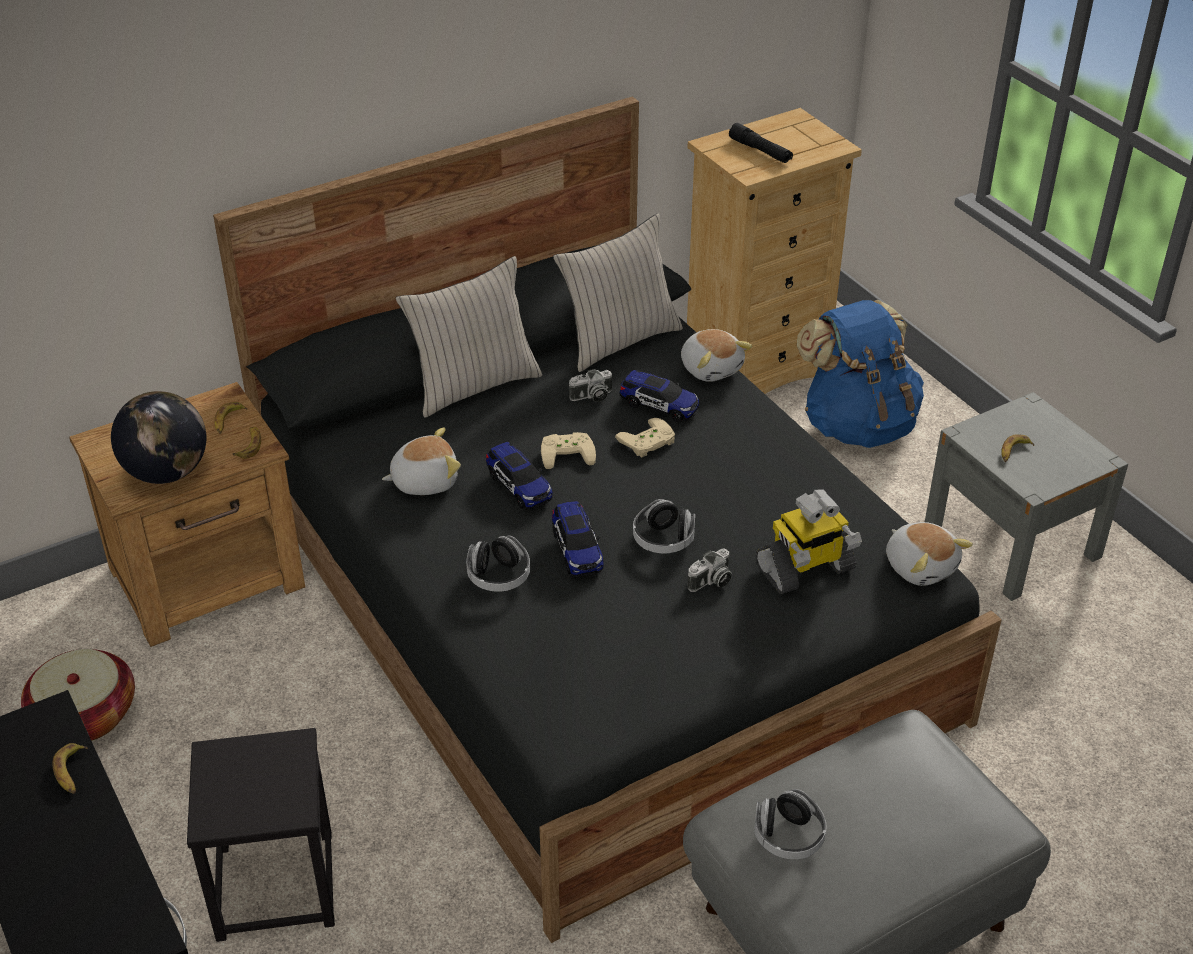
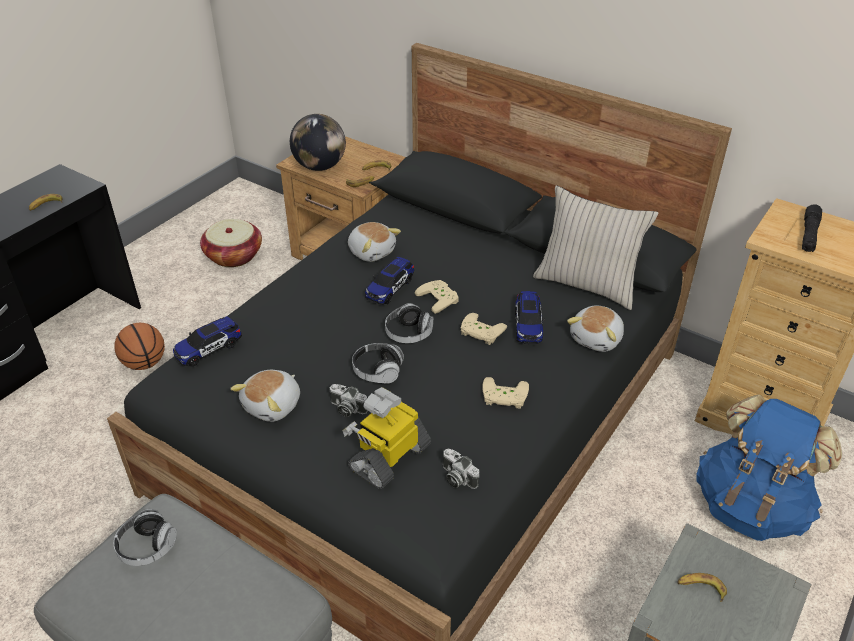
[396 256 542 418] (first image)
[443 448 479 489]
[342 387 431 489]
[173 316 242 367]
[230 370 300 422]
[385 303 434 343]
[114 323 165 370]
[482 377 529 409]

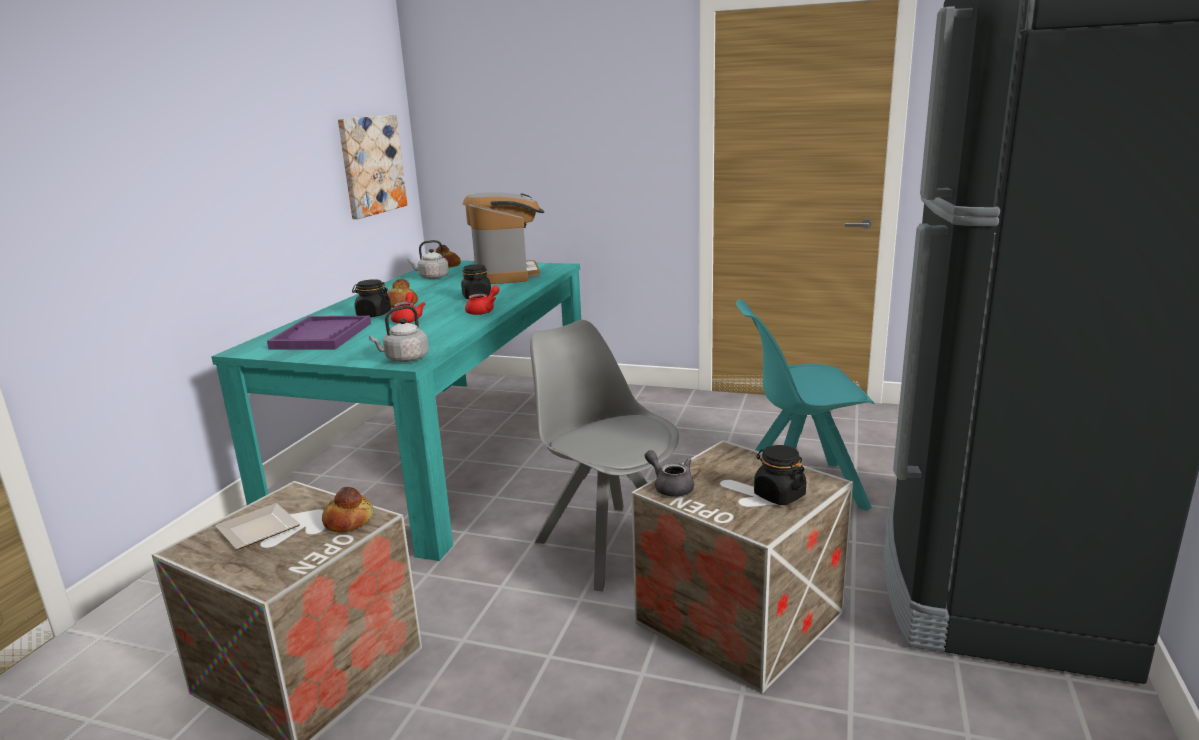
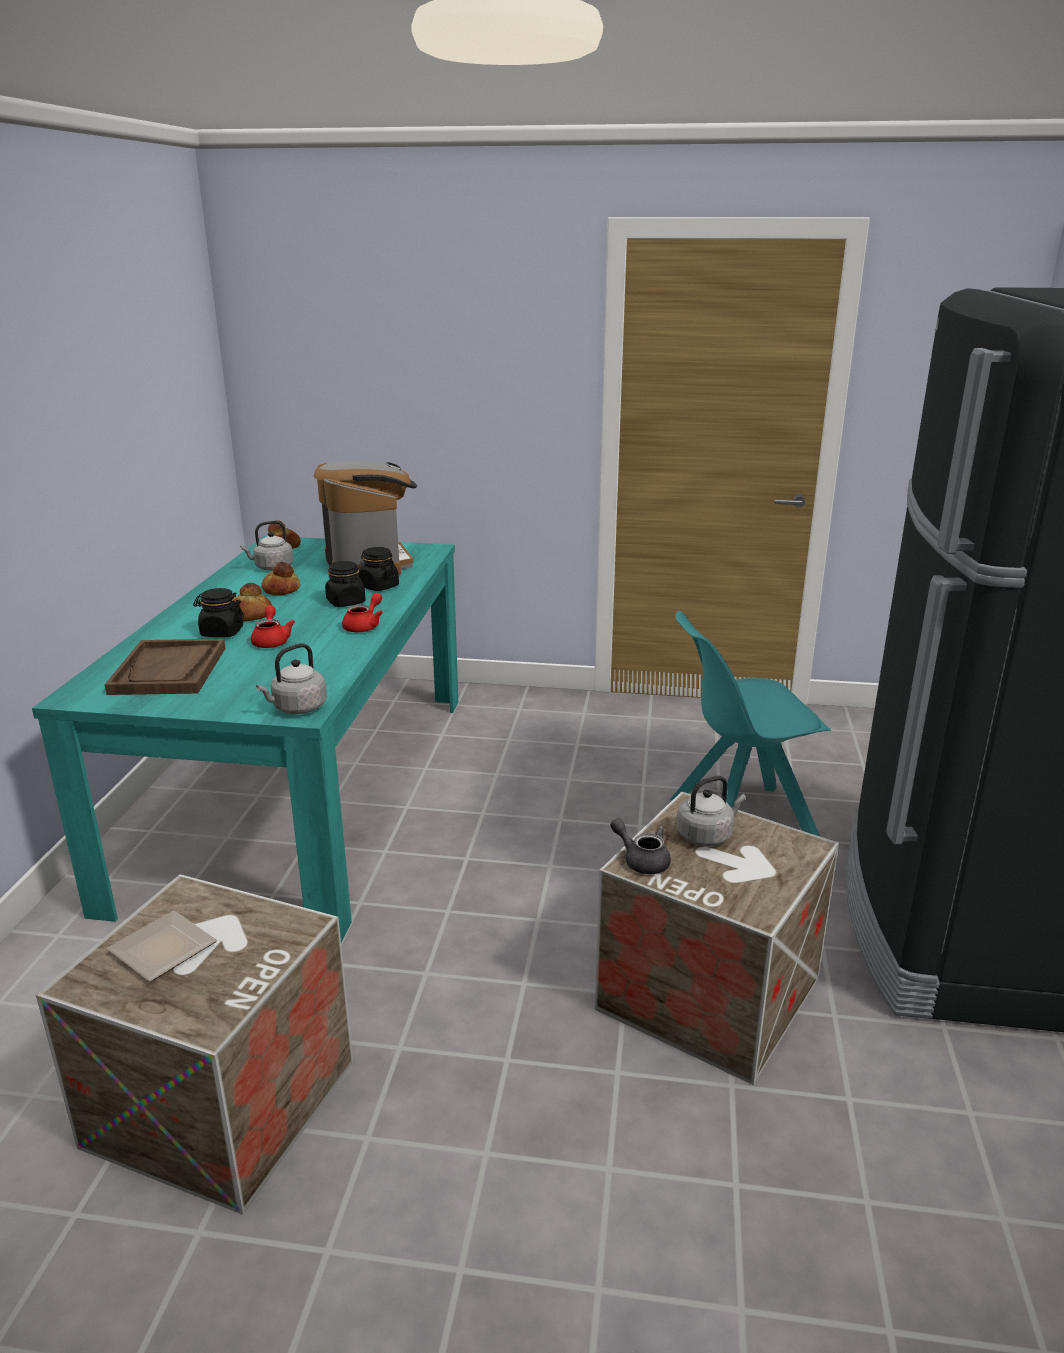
[338 115 407 219] (first image)
[104 639 226 695]
[530 320 679 591] (first image)
[359 547 399 591]
[261 562 300 595]
[676 776 746 846]

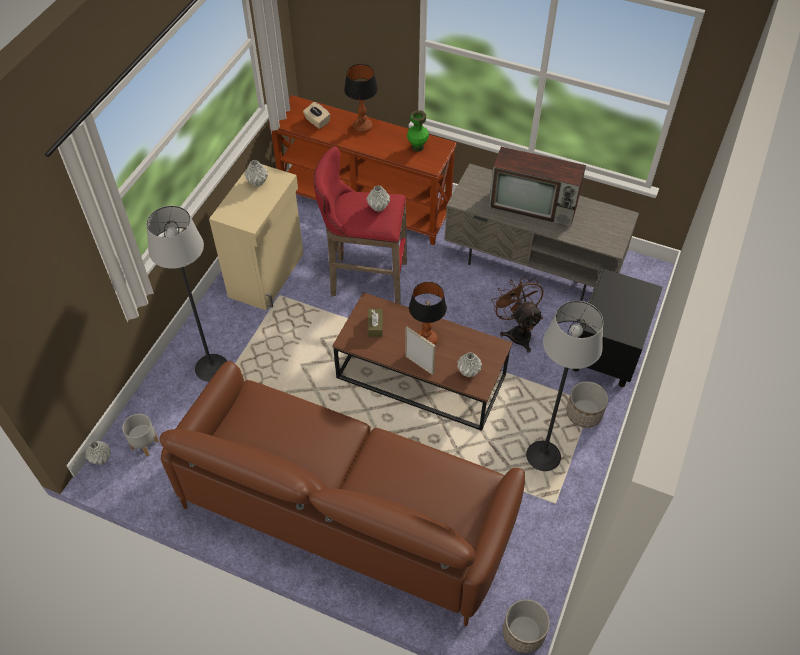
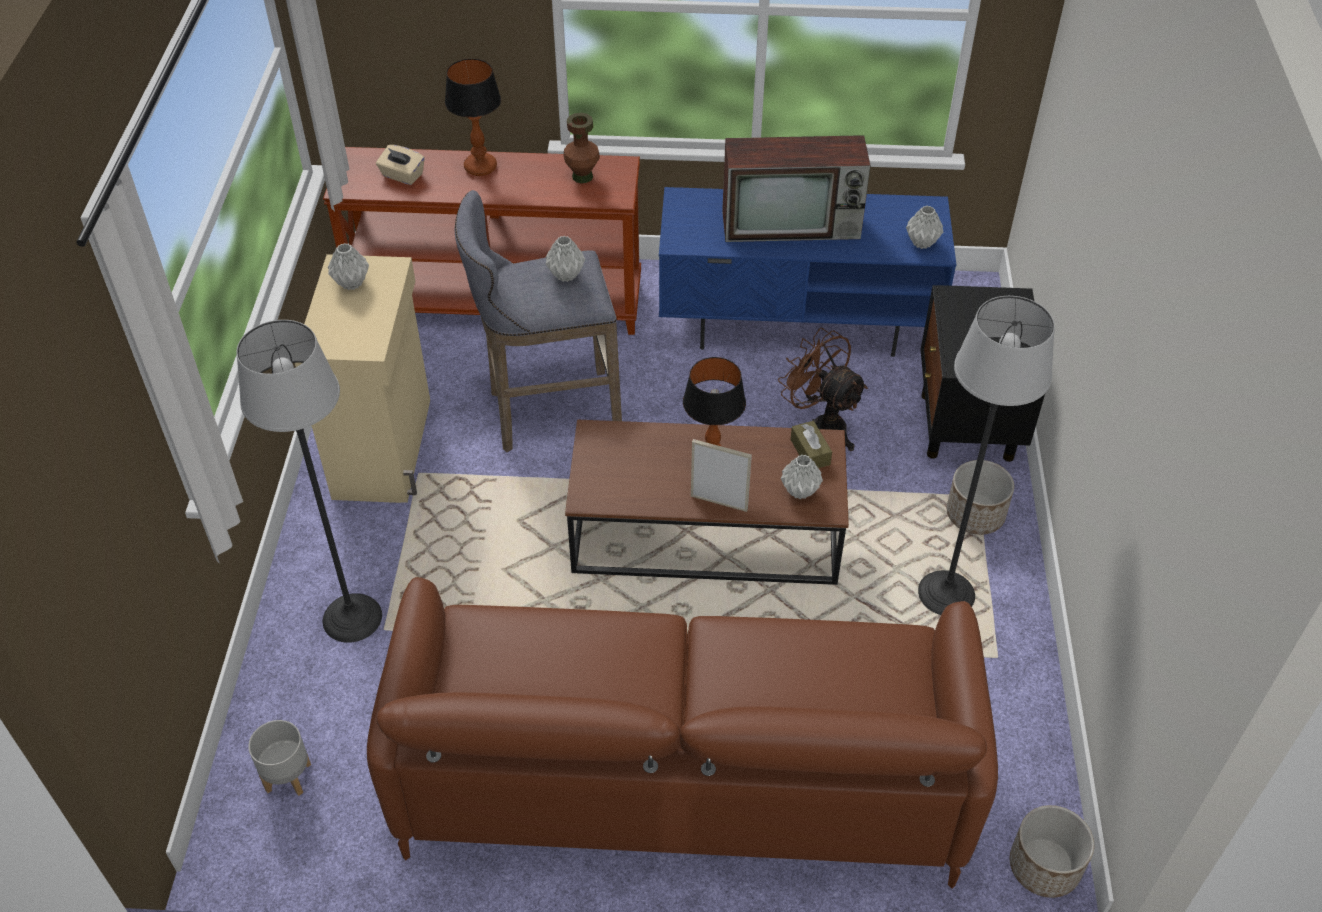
[564 113 600 183]
[455 190 622 452]
[659 187 956 357]
[790 421 832 468]
[906 206 943 249]

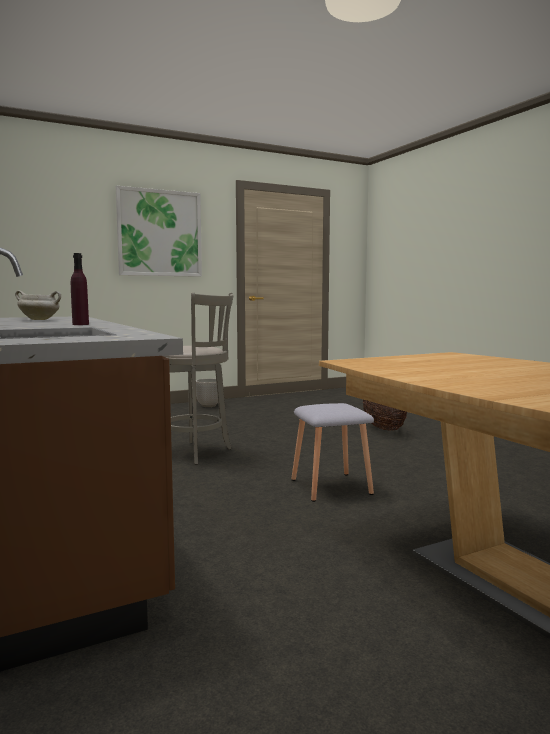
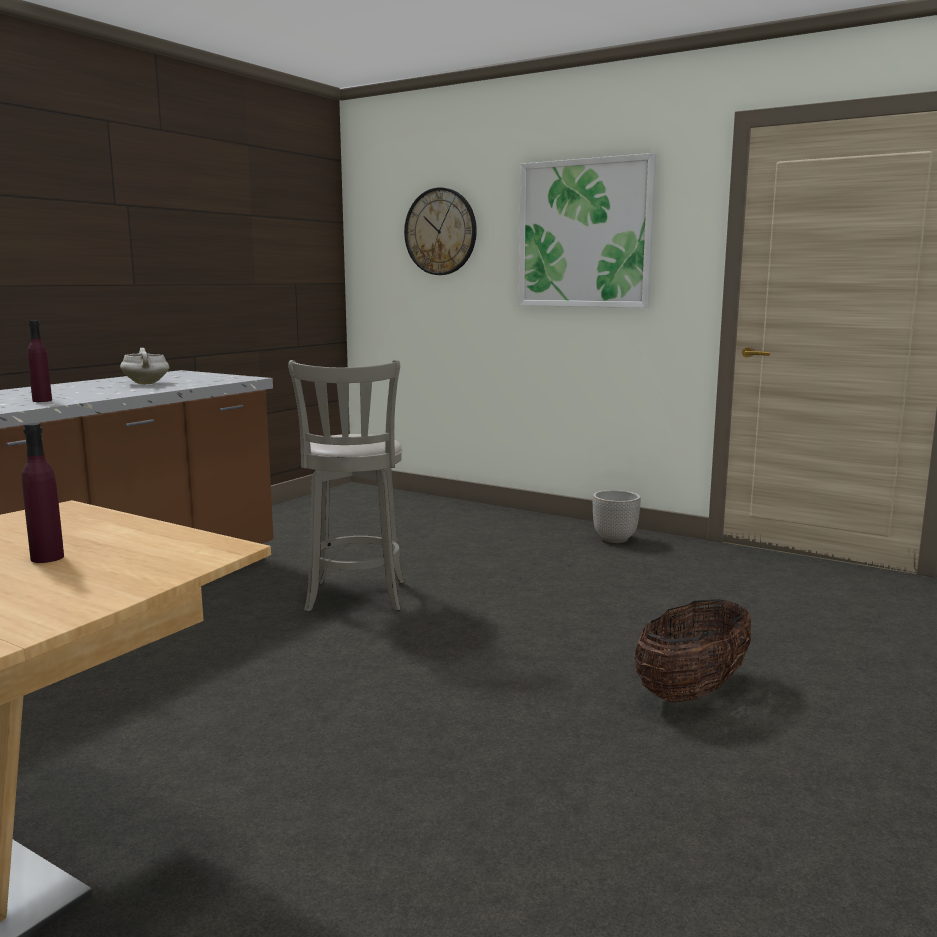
[291 403 374 502] (first image)
[404 187 477 275]
[22 423 64 563]

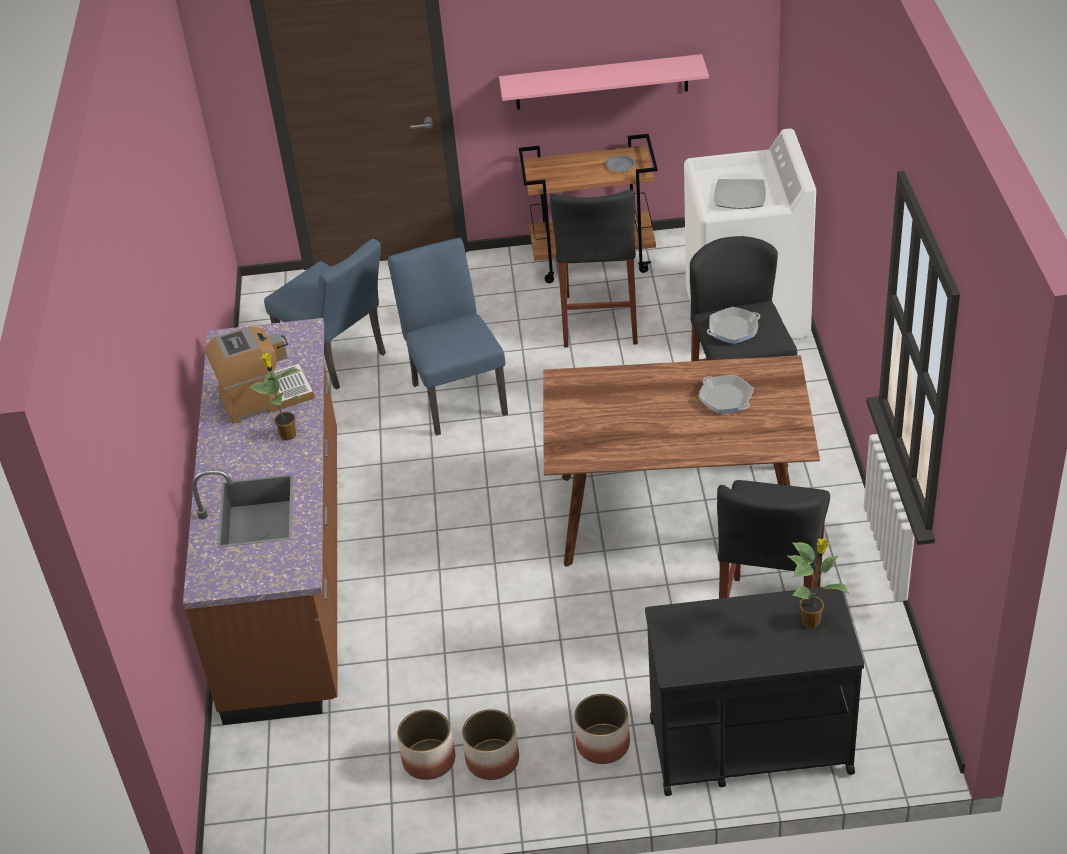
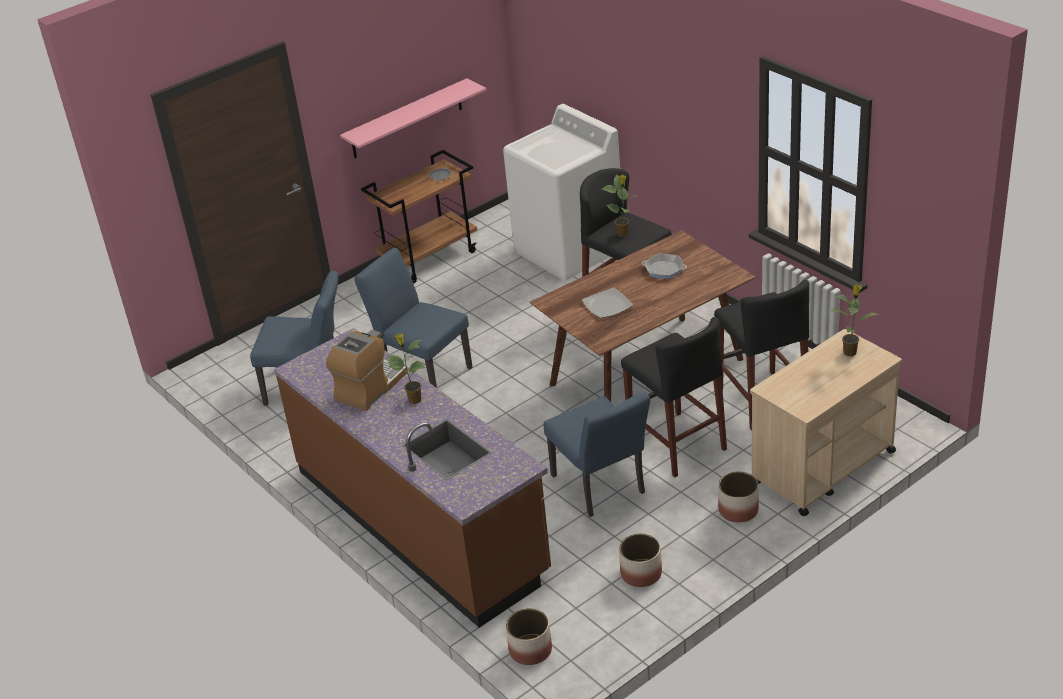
[582 287 633 318]
[621 317 727 477]
[602 175 639 237]
[750 329 902 516]
[506 608 552 665]
[544 392 650 517]

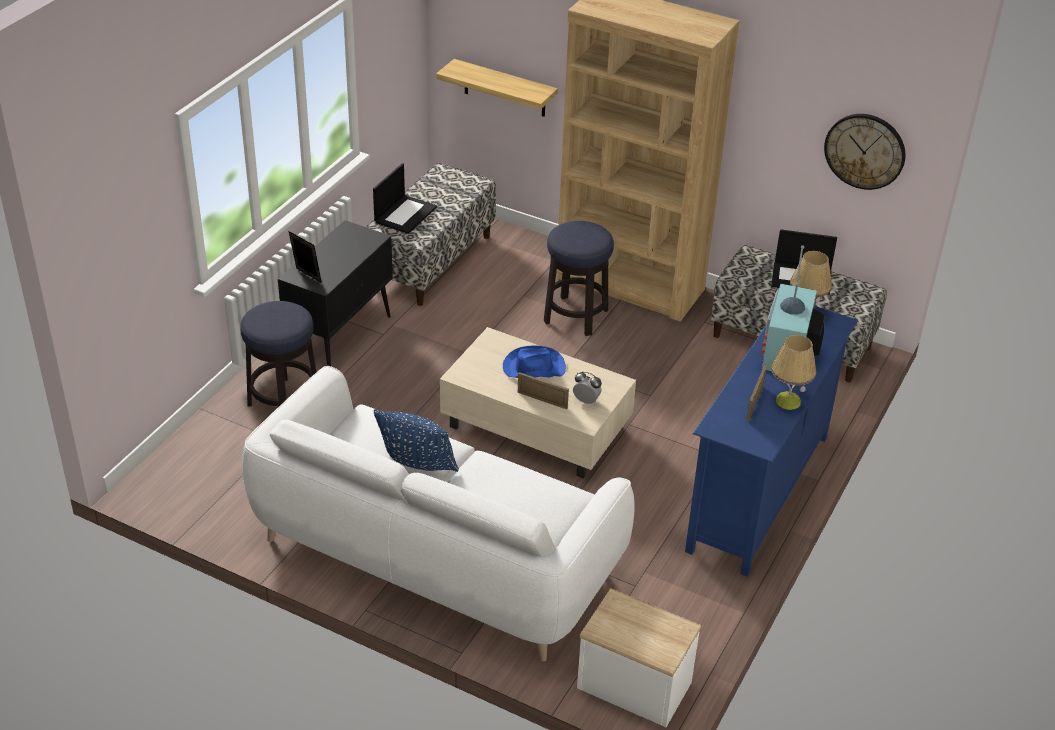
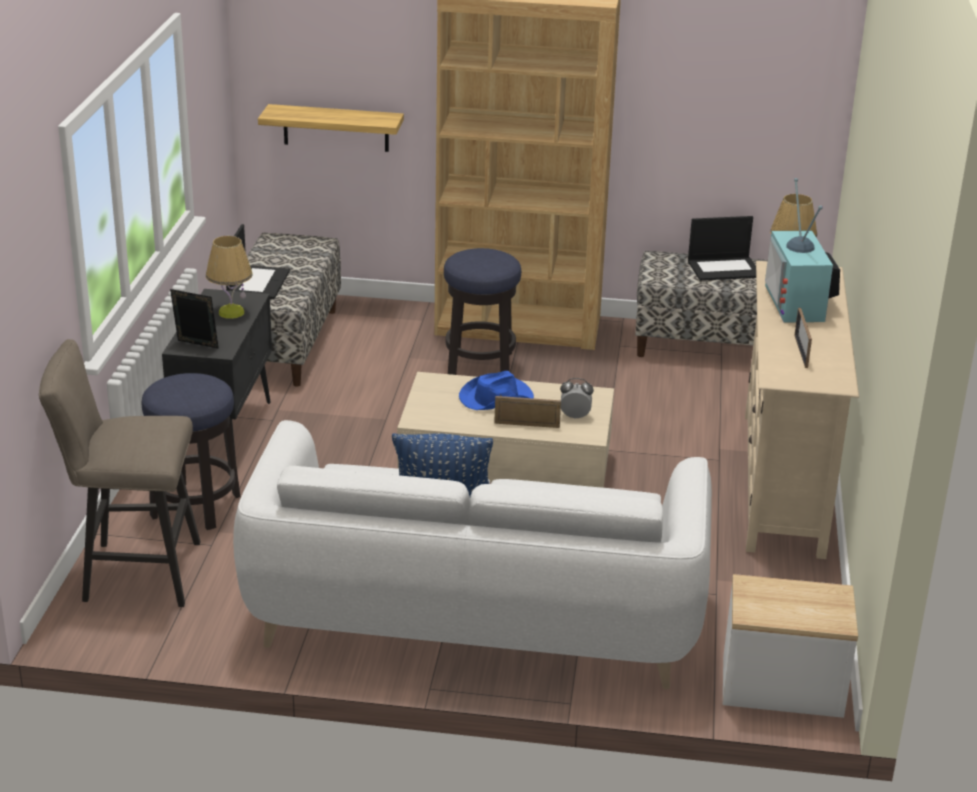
[824 114 906 190] (first image)
[745 261 859 559]
[206 236 253 319]
[39 339 200 607]

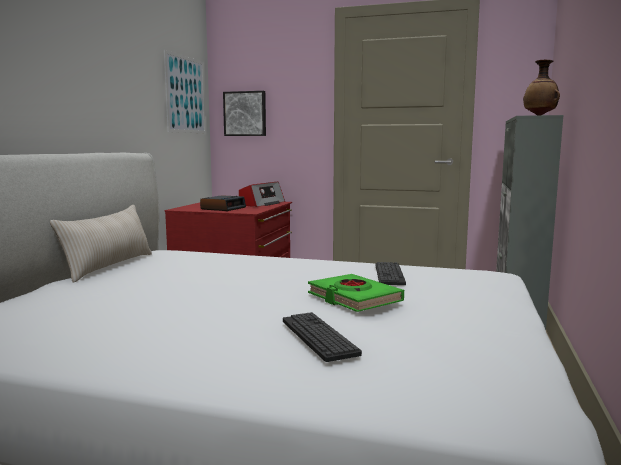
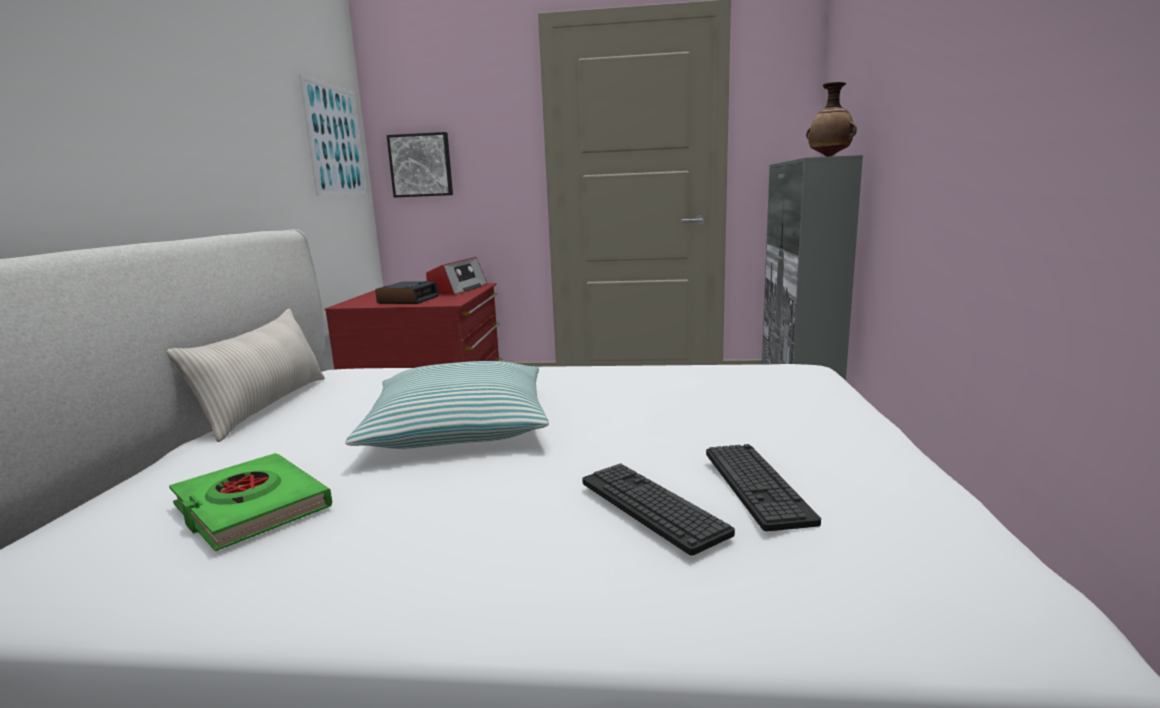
[706 444 821 531]
[169 453 333 551]
[345 361 549 449]

